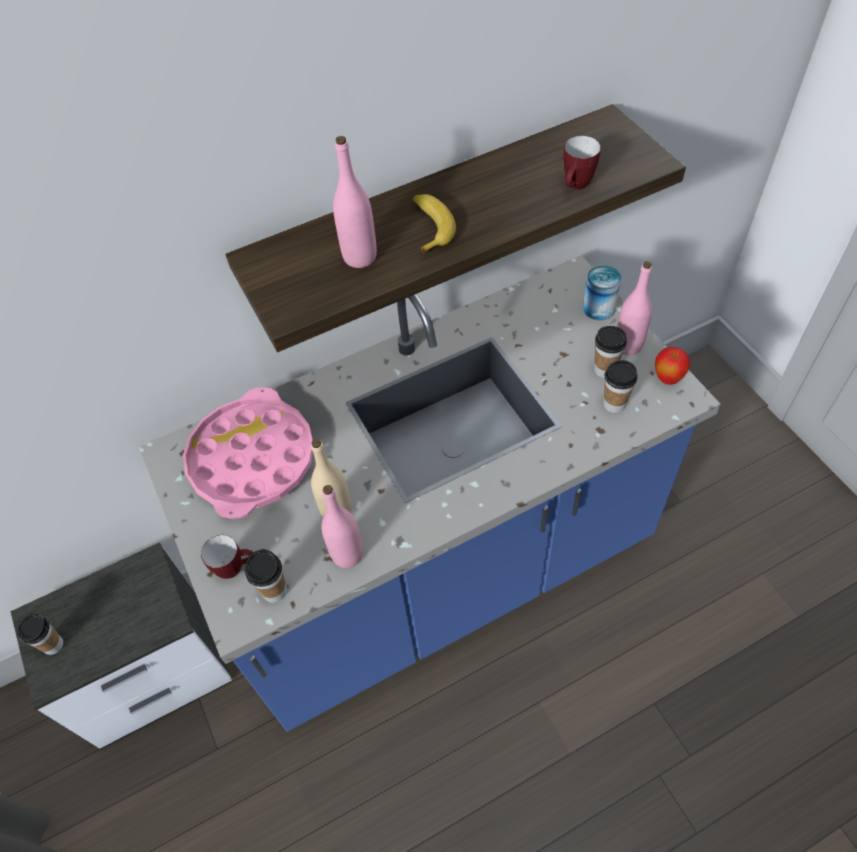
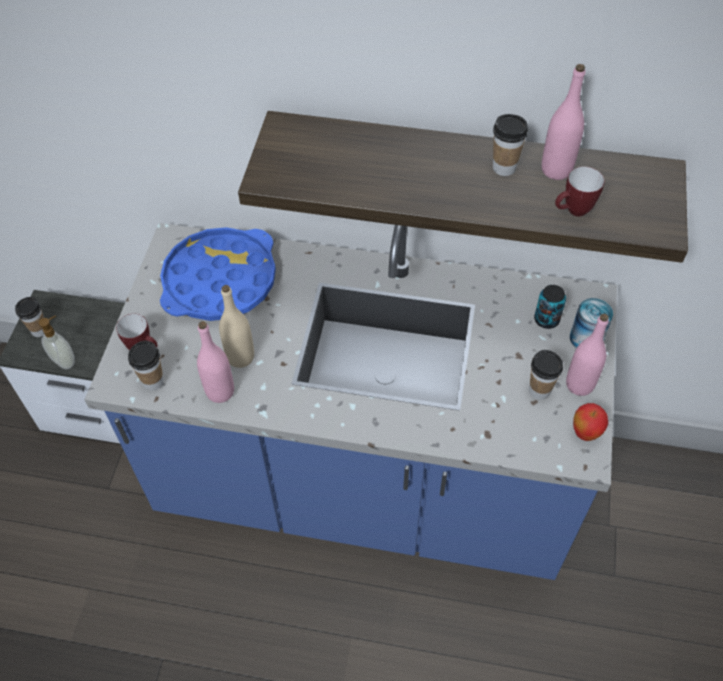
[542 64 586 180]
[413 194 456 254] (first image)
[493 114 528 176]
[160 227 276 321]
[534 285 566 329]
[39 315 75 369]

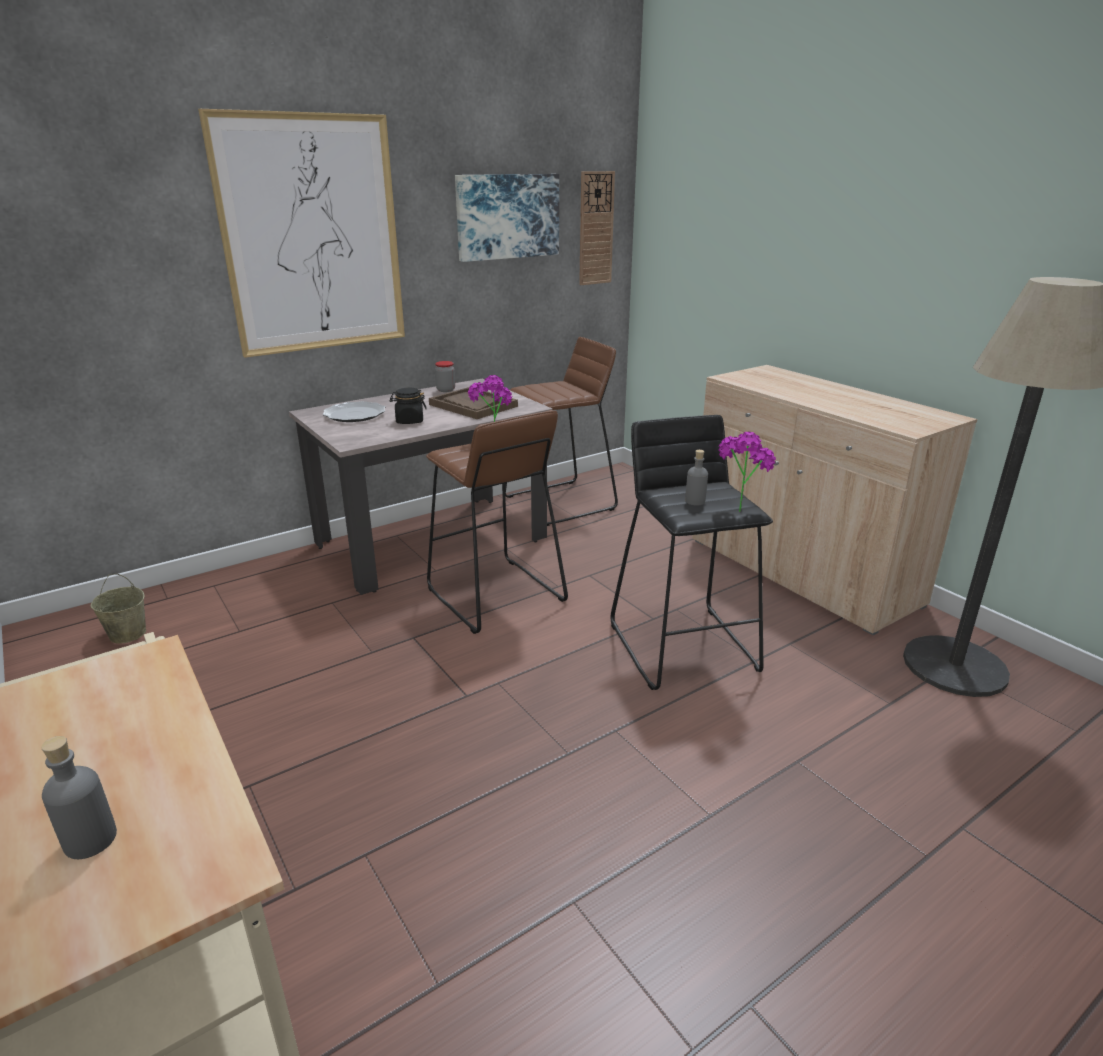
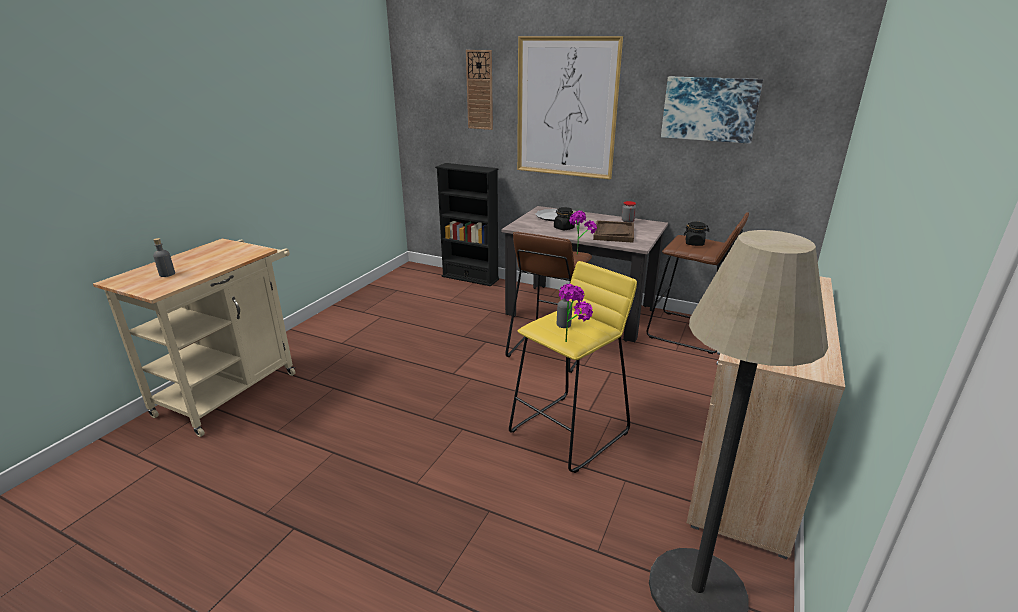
[466 50 493 130]
[509 261 637 473]
[90 573 146 644] (first image)
[435 163 499 286]
[684 222 709 246]

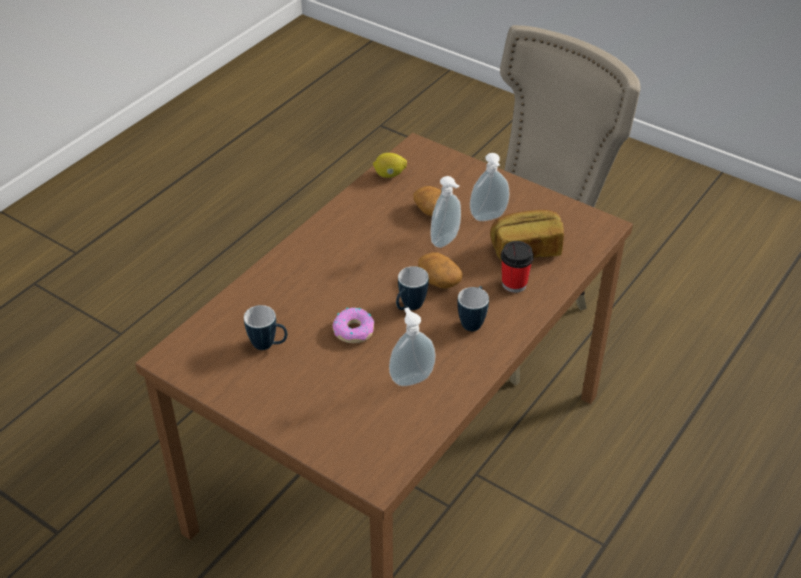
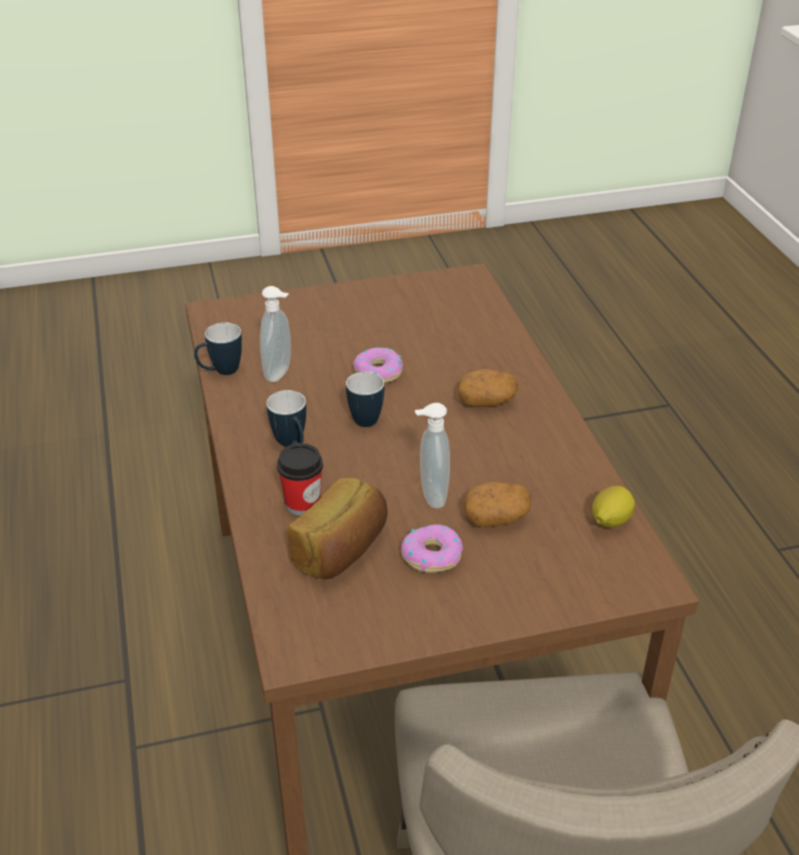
[401 524 463 573]
[458 369 518 407]
[194 322 242 375]

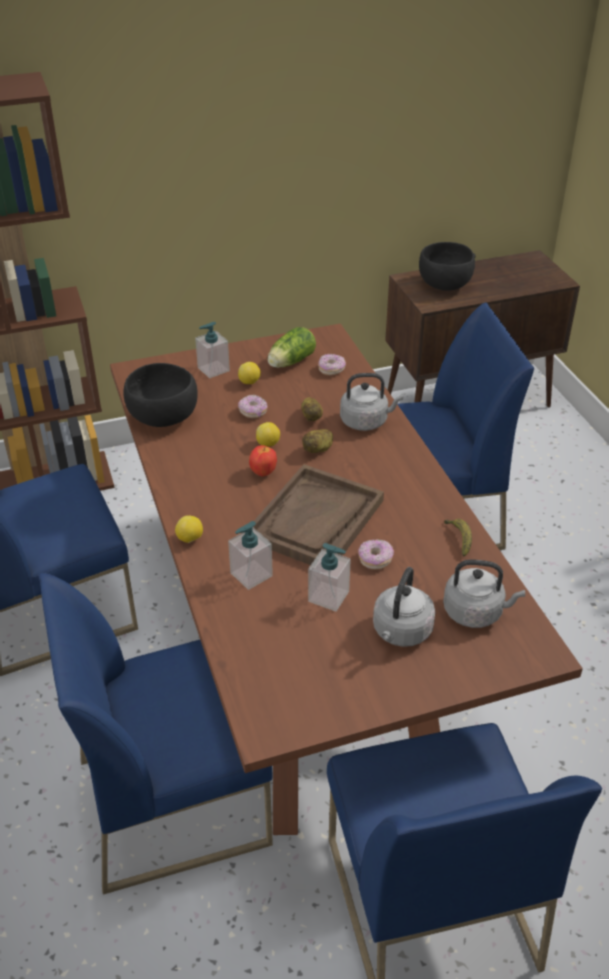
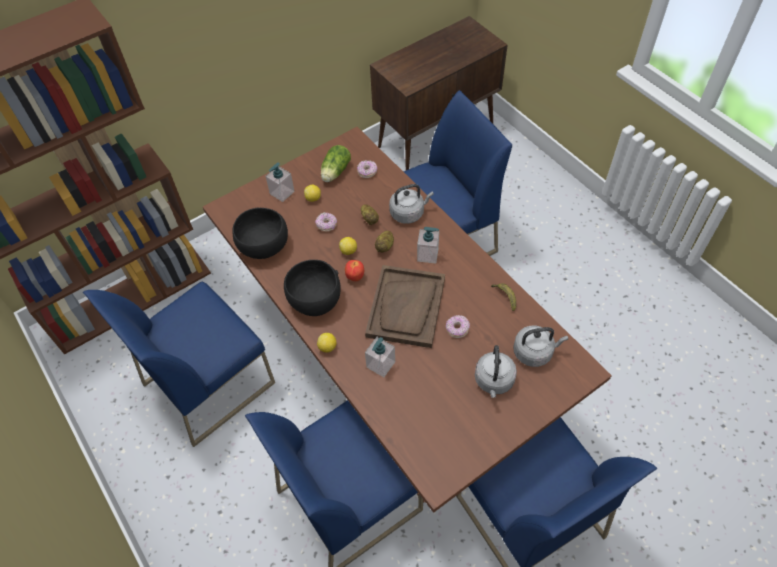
[284 260 340 316]
[417 227 439 264]

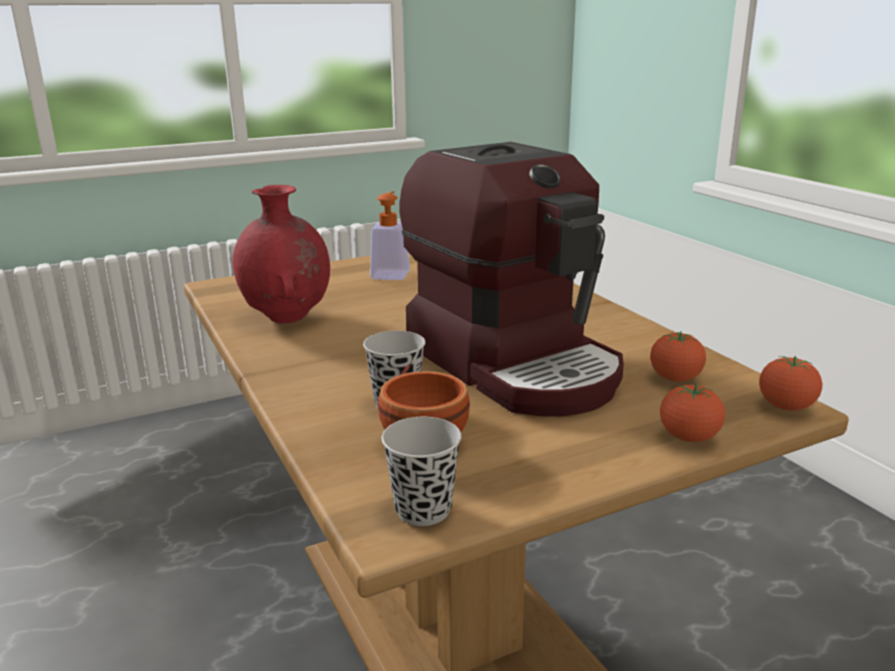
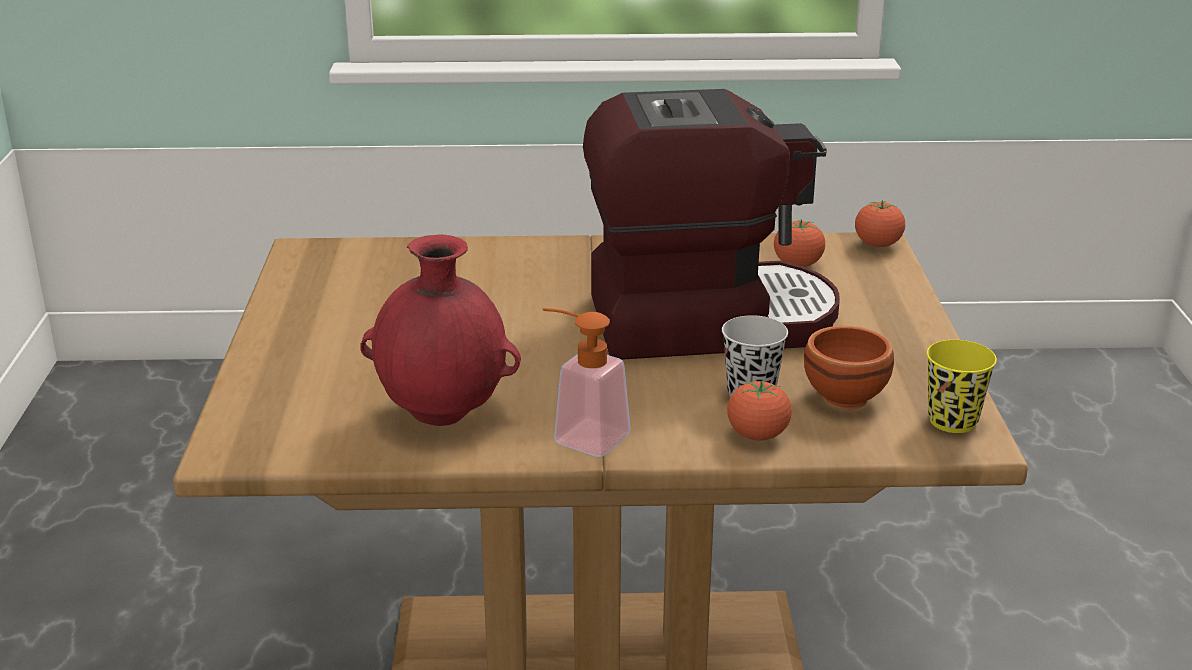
[543 308 631 457]
[727 380 792 440]
[927 340 997 433]

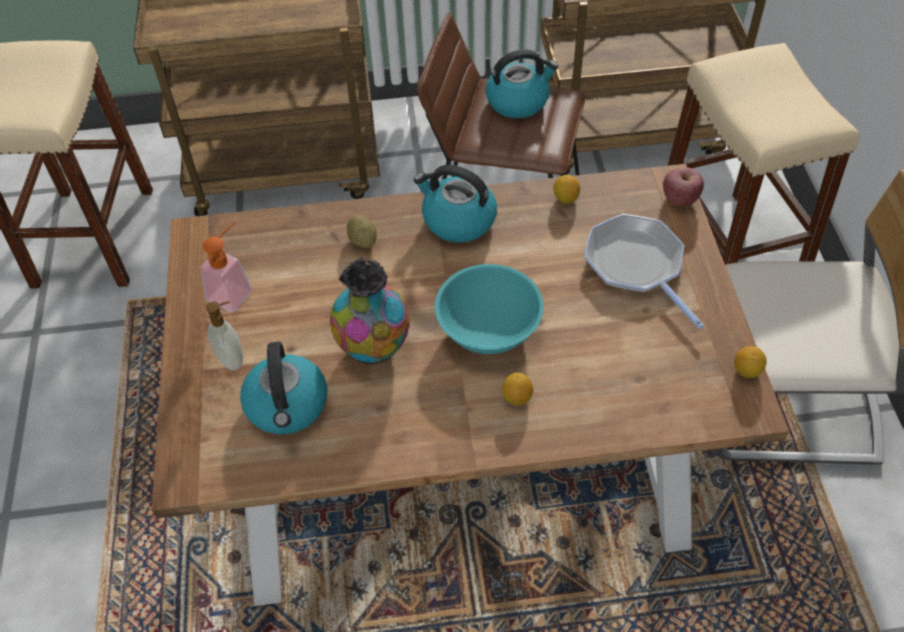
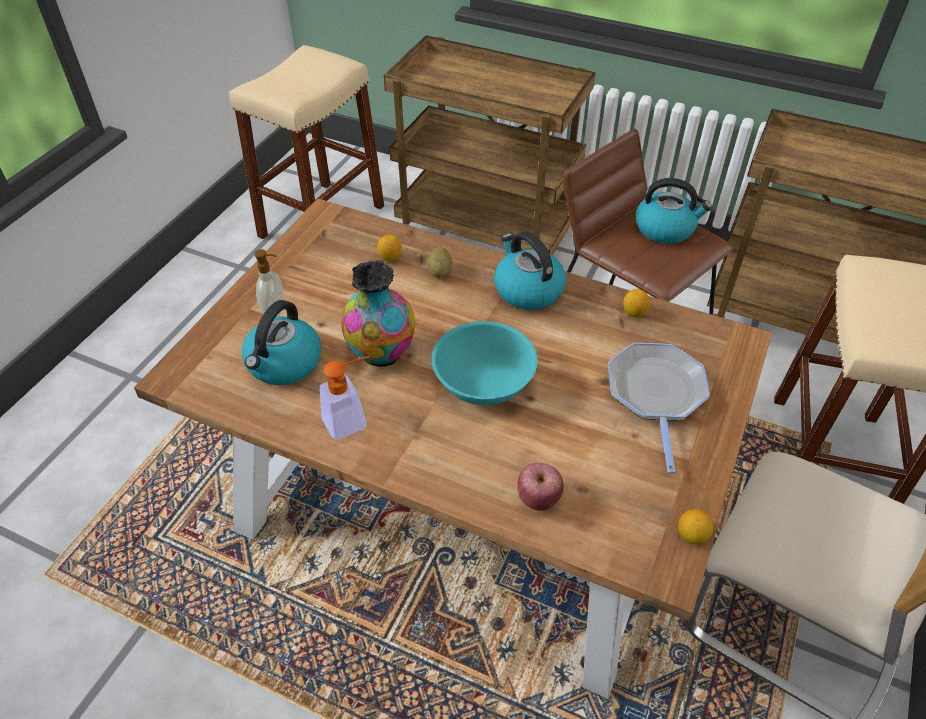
[517 463 564 511]
[320 356 370 440]
[377 235 402 262]

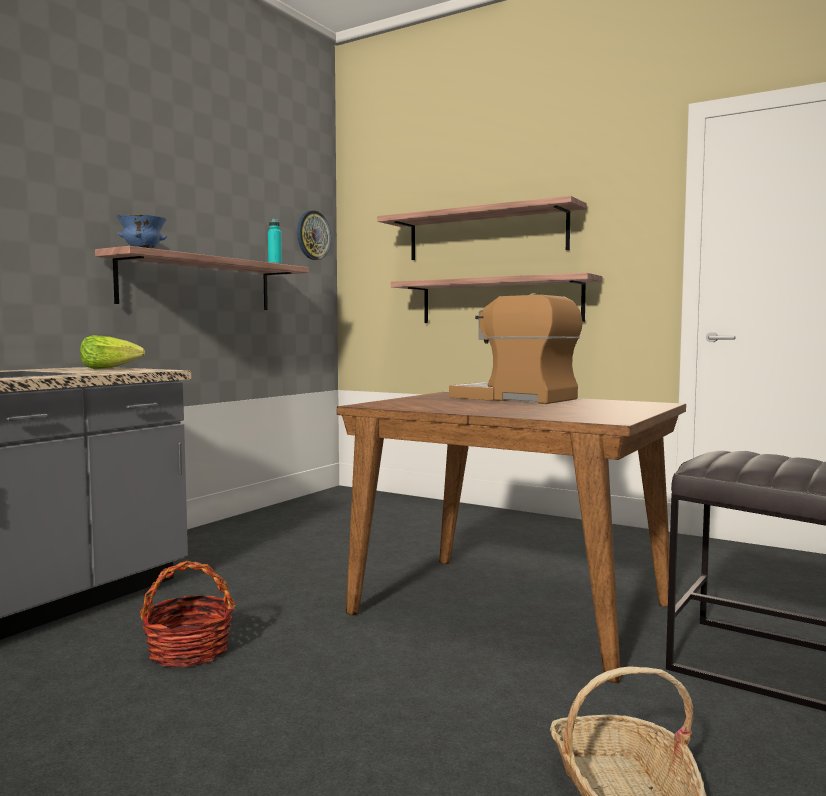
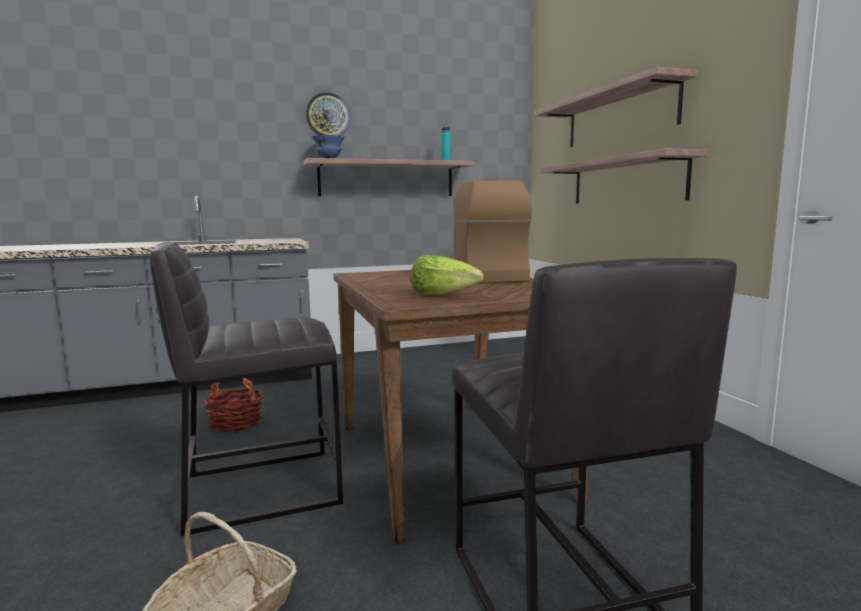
[306 92 350 136]
[411 255 484 295]
[150 243 343 536]

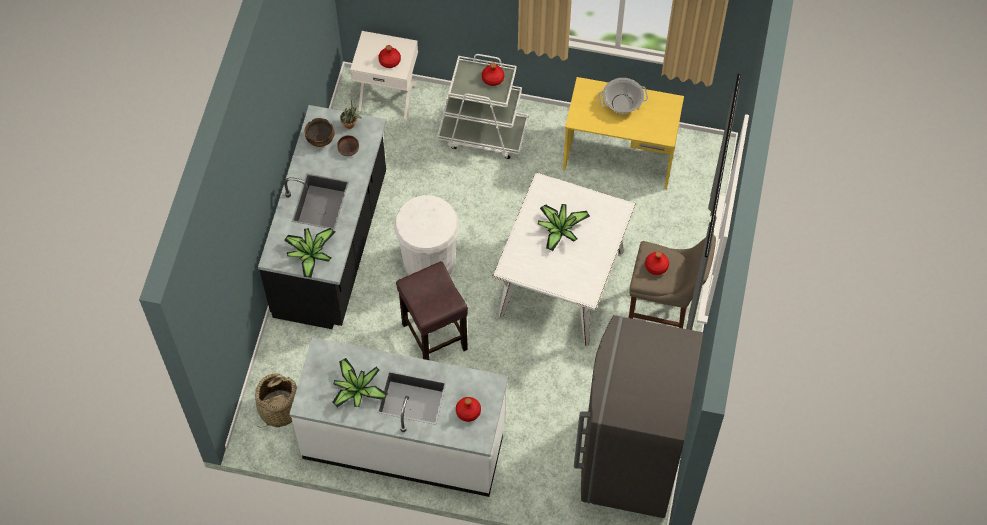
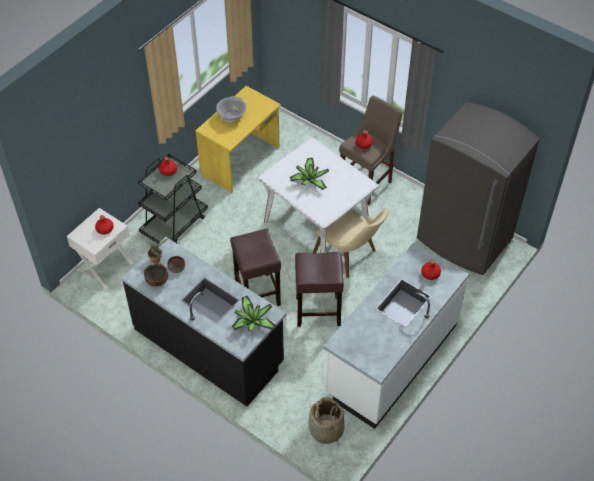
[138 154 208 244]
[230 229 281 306]
[333 358 388 408] (first image)
[313 208 389 278]

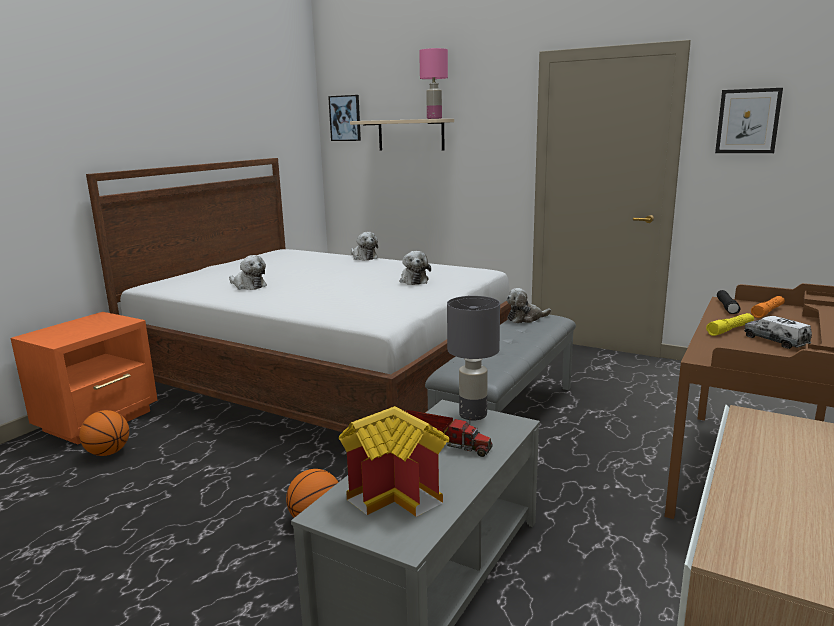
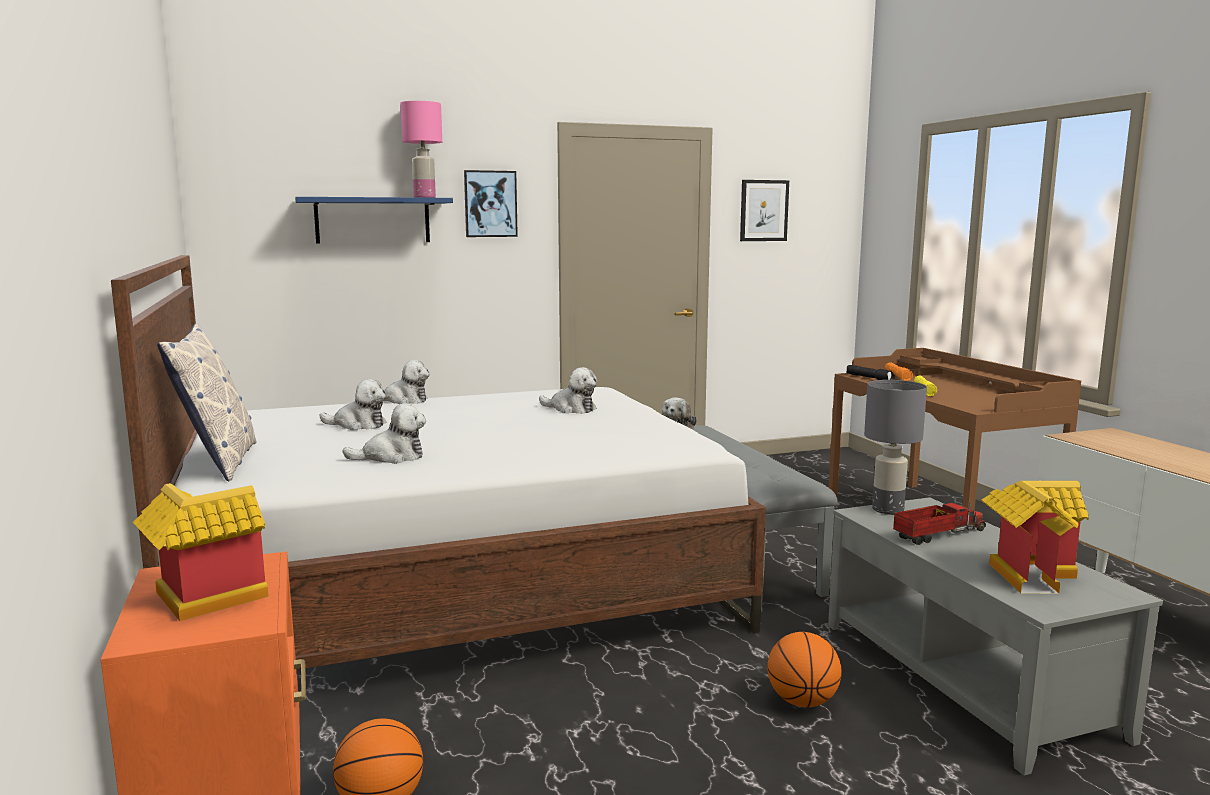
[464 170 518 237]
[295 197 453 243]
[744 316 812 349] (first image)
[157 324 256 481]
[319 379 387 430]
[133 483 269 621]

